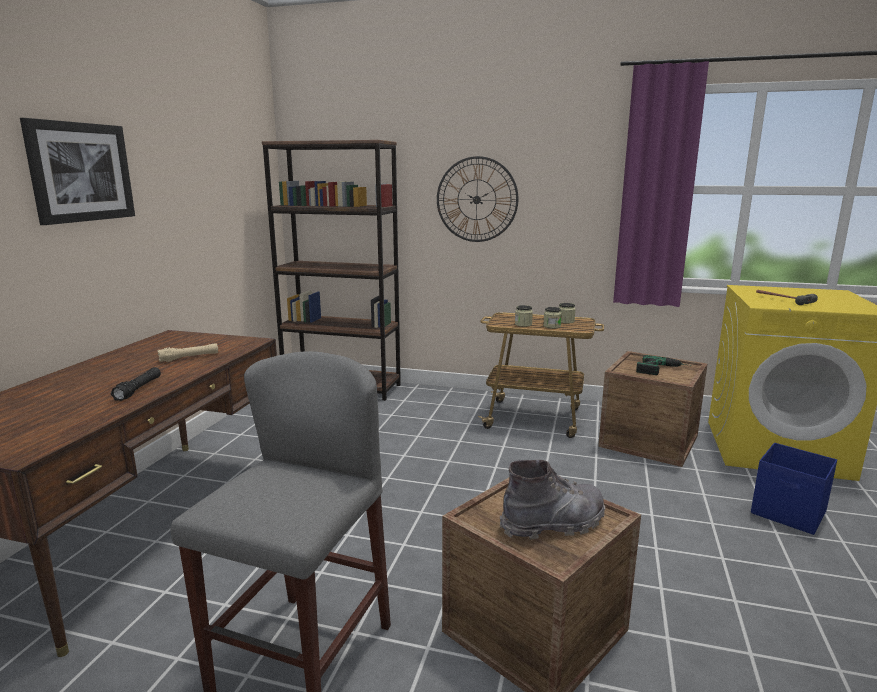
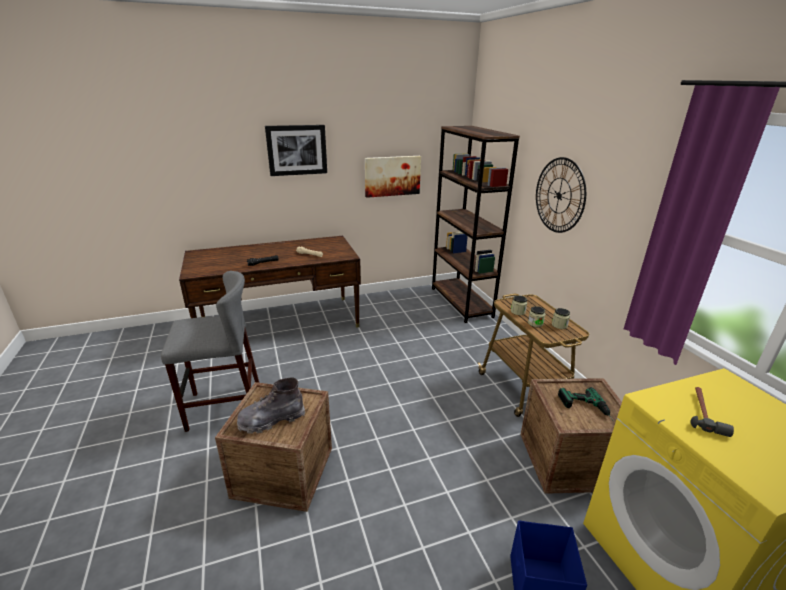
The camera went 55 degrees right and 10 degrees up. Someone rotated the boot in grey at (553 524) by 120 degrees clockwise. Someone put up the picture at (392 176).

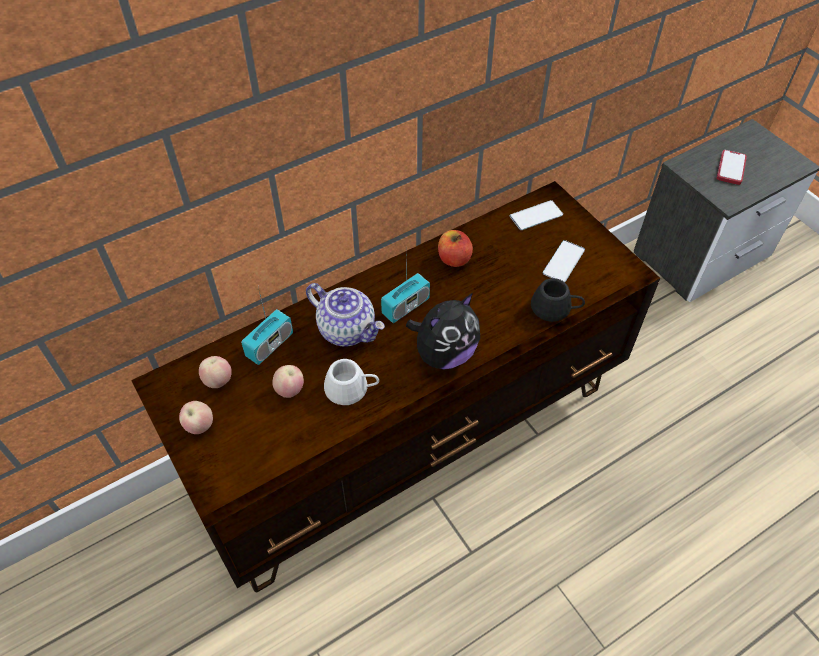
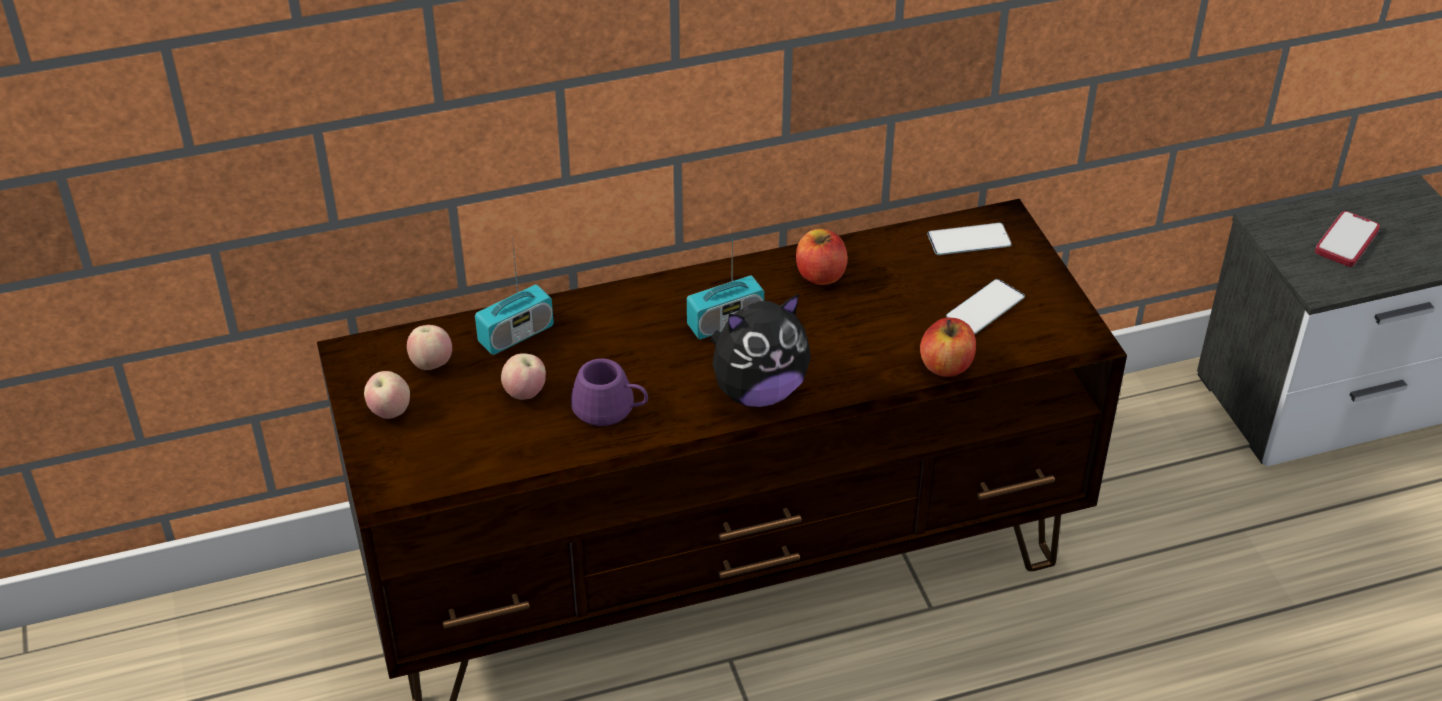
The camera went 15 degrees right and 10 degrees down. Someone swapped the mug in black at (555 309) for the apple at (946 366). Someone took away the teapot at (347 330). Someone repainted the mug in white at (352 389), which became the mug in purple at (611 409).

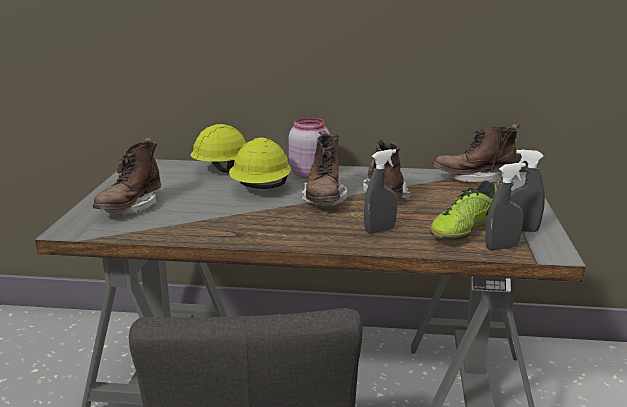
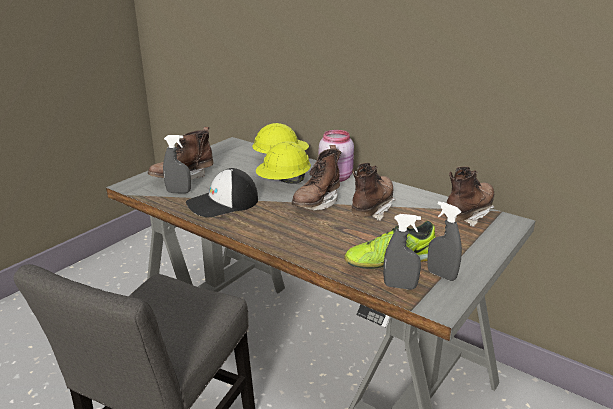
The camera went 30 degrees right and 5 degrees up. Someone rotated the boot in brown at (473 179) by 105 degrees clockwise. Someone carried the spray bottle in grey from (379 230) to (179 192). Someone put down the cap at (222 203).

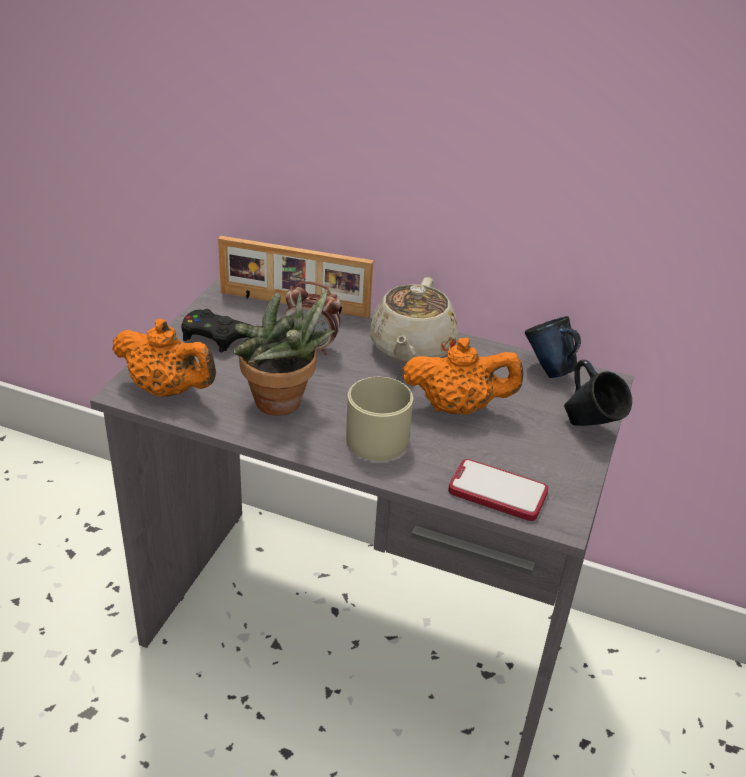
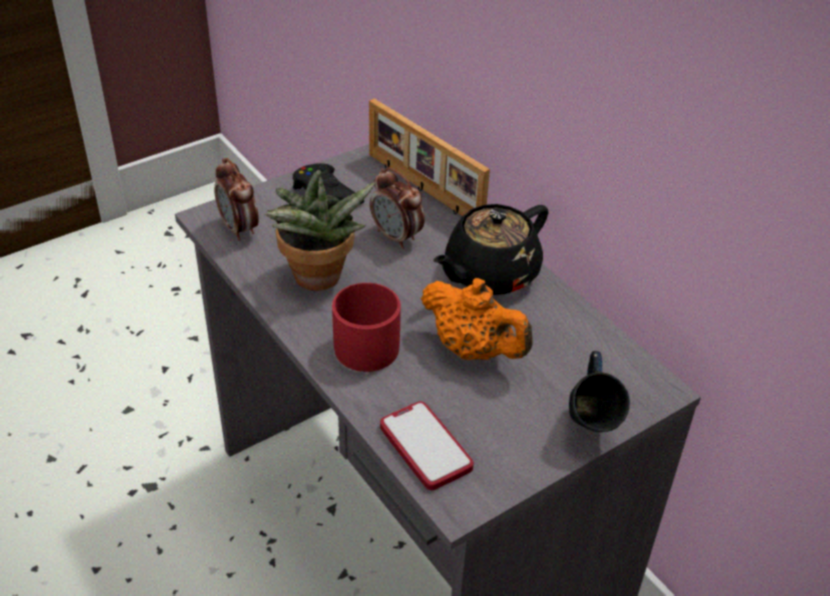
The camera went 35 degrees right and 5 degrees up. Someone repainted the teapot in beige at (411 349), which became the teapot in black at (489 274). Someone took away the mug in blue at (548 371). Someone swapped the teapot in orange at (168 390) for the alarm clock at (239 229). Someone repainted the mug in beige at (374 434), which became the mug in red at (369 342).

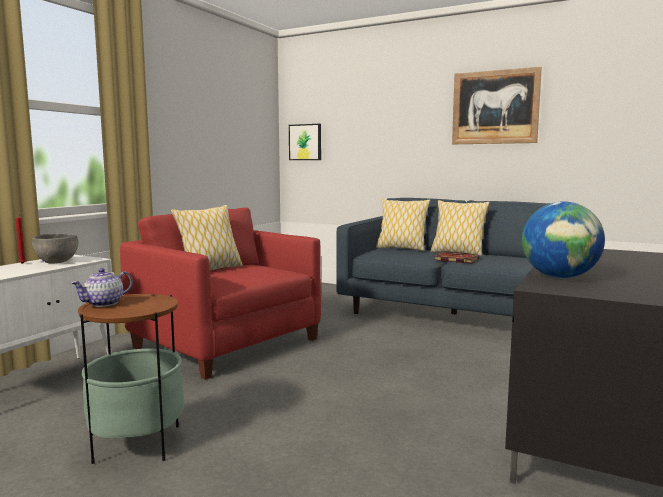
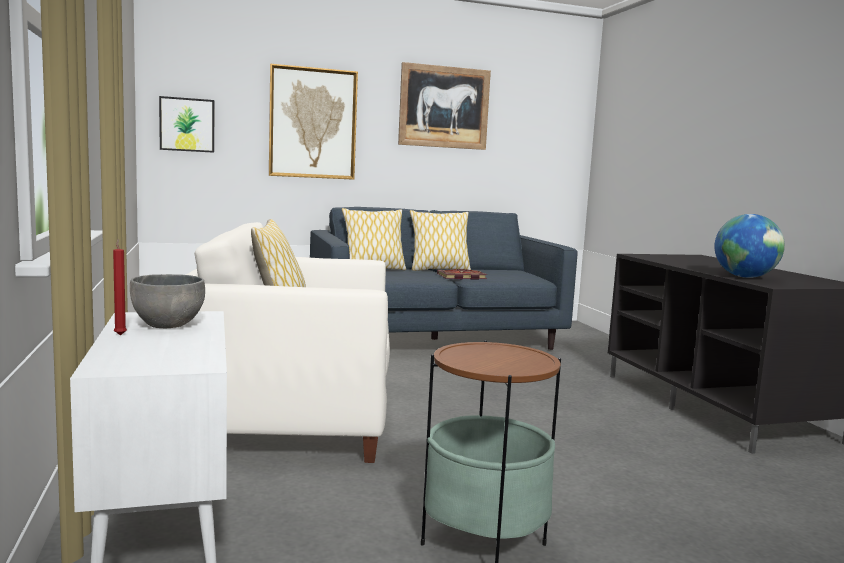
The camera went 45 degrees left and 0 degrees up. Someone repainted the armchair in red at (226 343), which became the armchair in white at (290 420). Someone took away the teapot at (104 303). Someone put up the picture at (313 123).

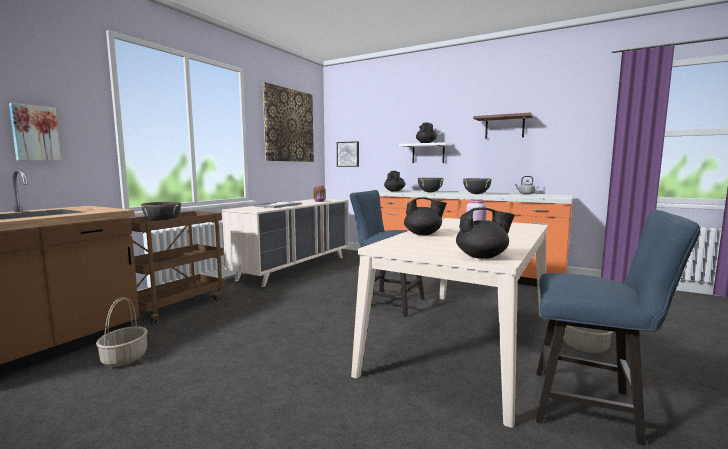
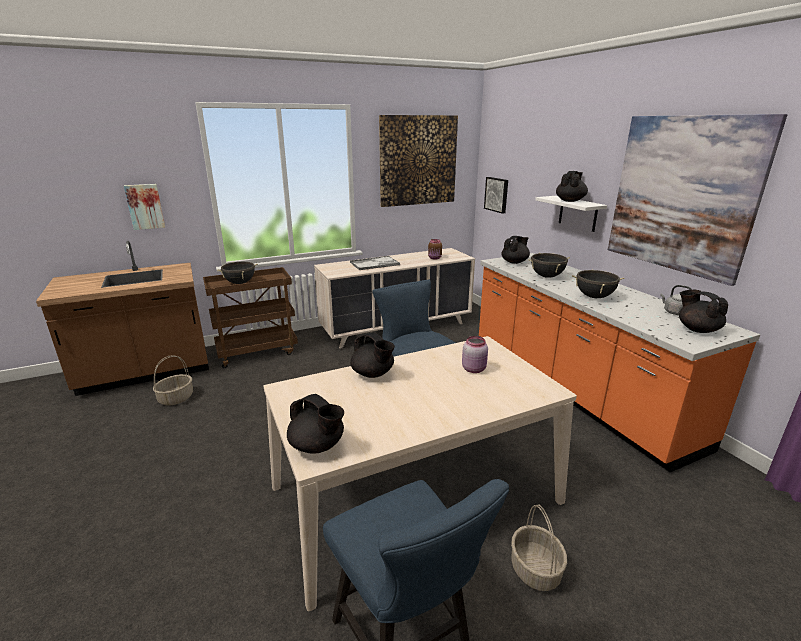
The camera went 35 degrees right and 15 degrees up. Someone swapped the shelf in brown at (504 127) for the picture at (682 195). Someone put down the teapot in black at (697 329).

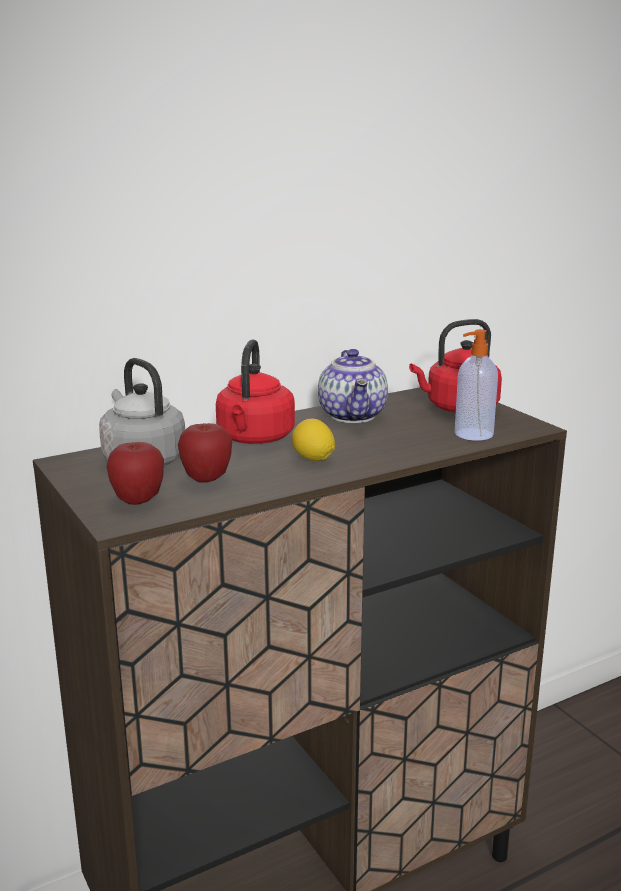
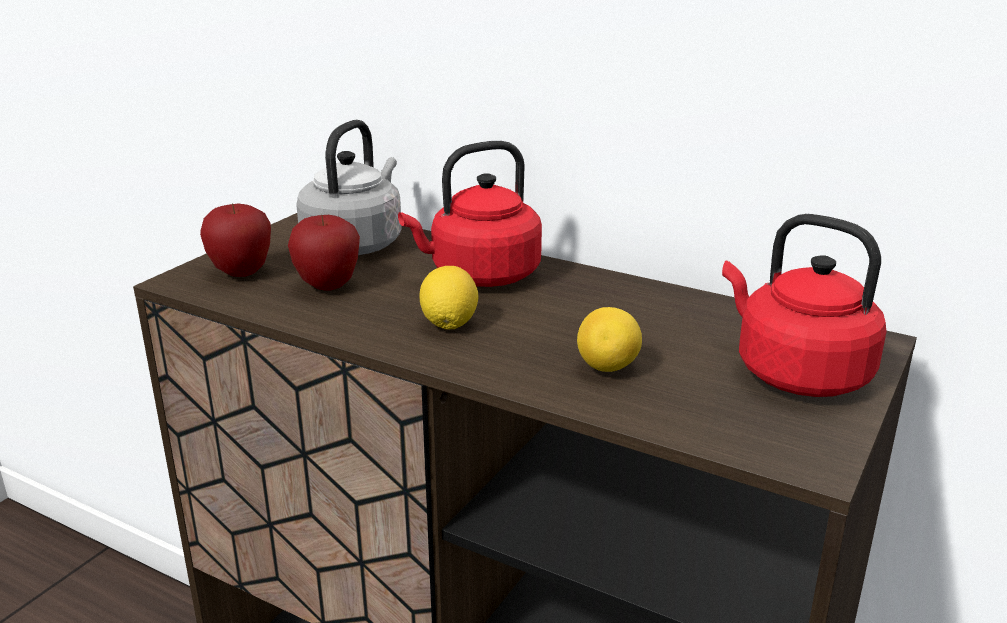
The camera went 60 degrees right and 5 degrees up. Someone took away the soap dispenser at (472 434). Someone took away the teapot at (354 416). Someone put down the lemon at (608 368).

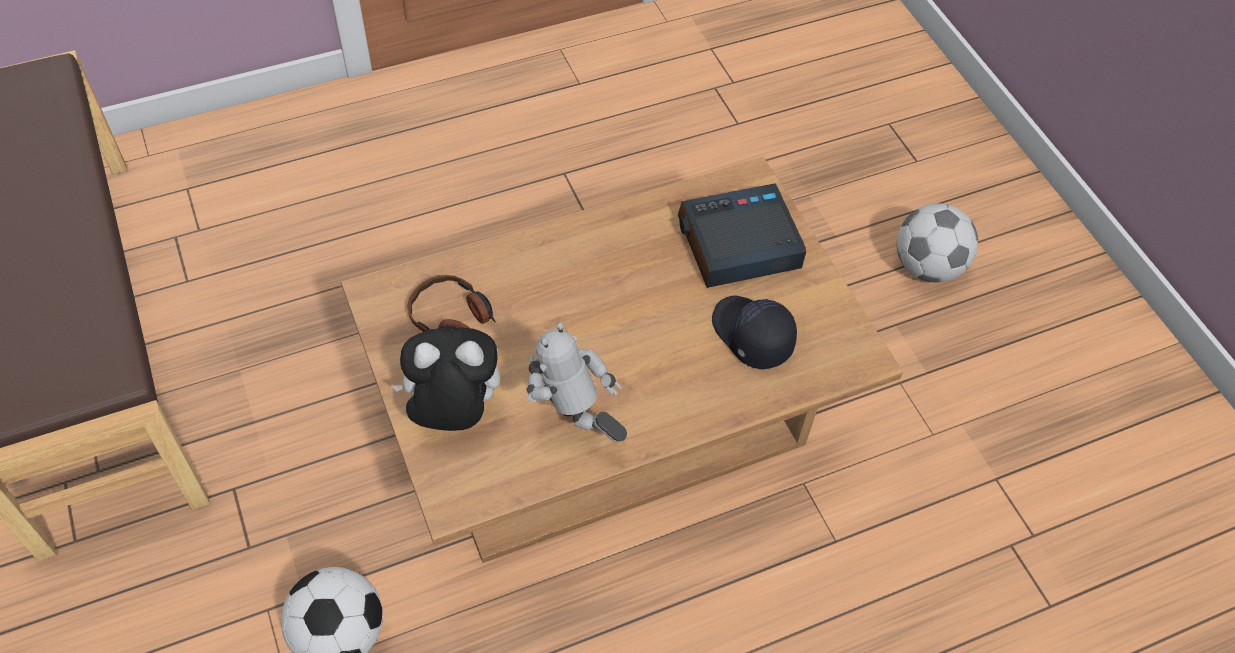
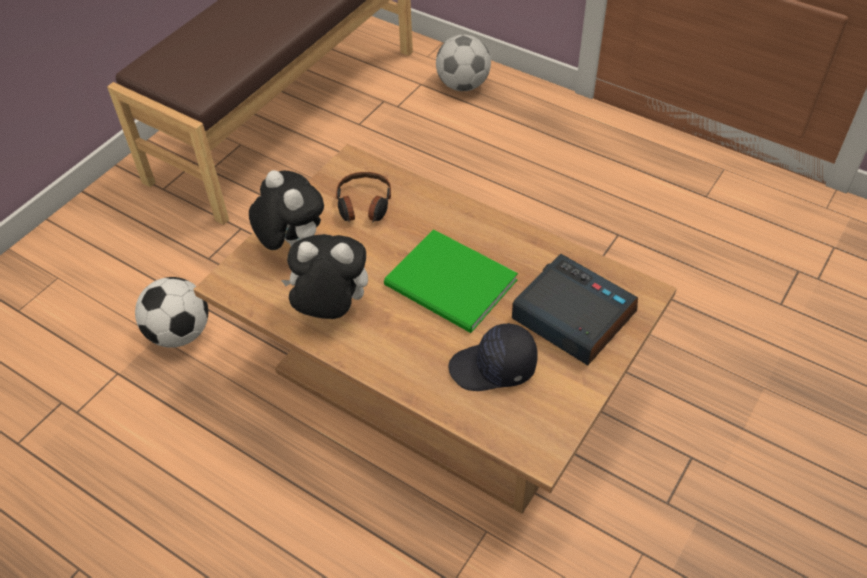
The camera went 60 degrees right and 5 degrees down. Someone carried the football from (927 267) to (463 85). Someone rotated the cap in black at (751 336) by 120 degrees counterclockwise. Someone swapped the toy robot at (574 425) for the plush toy at (330 310). Someone put down the book in green at (452 286).

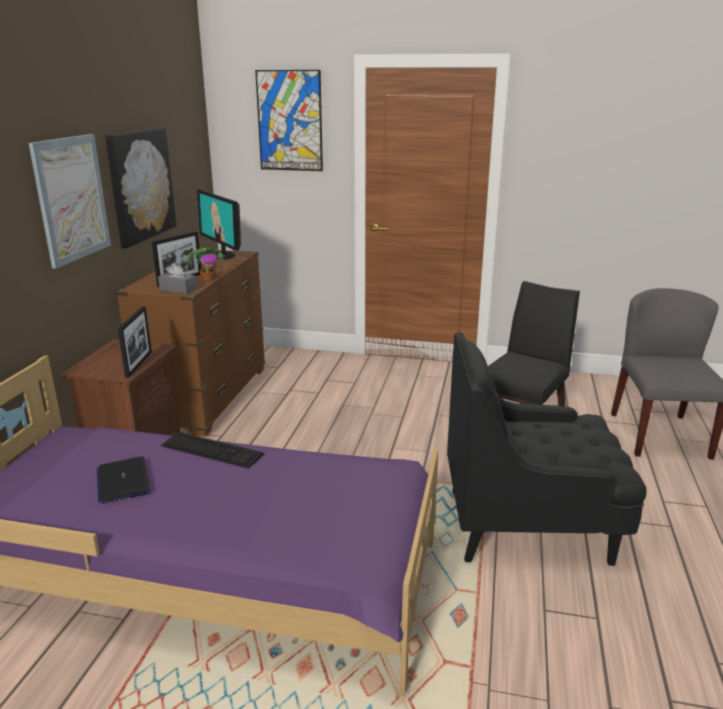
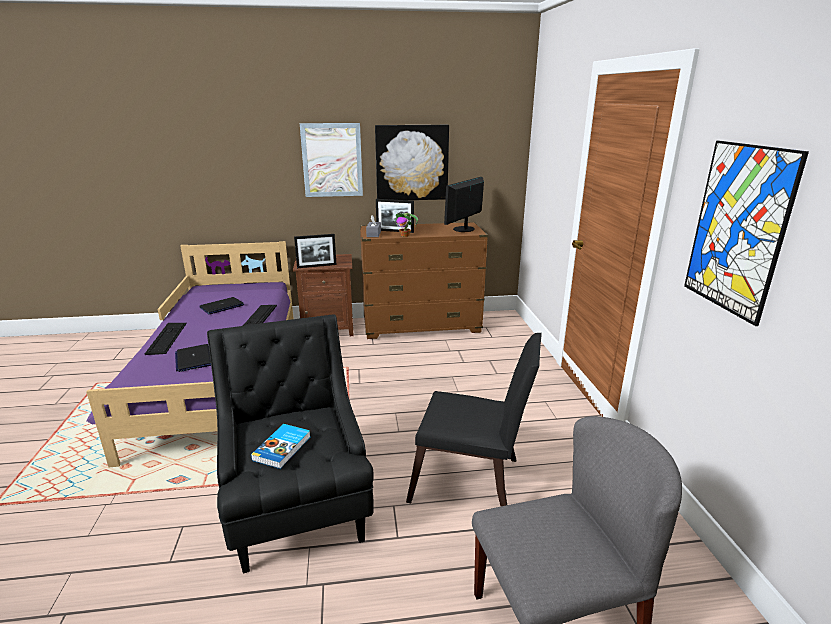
The camera went 70 degrees right and 0 degrees up. Someone carried the picture from (290 121) to (737 229). Someone put down the keyboard at (167 338). Someone put down the laptop at (193 359). Someone put down the book at (283 448).

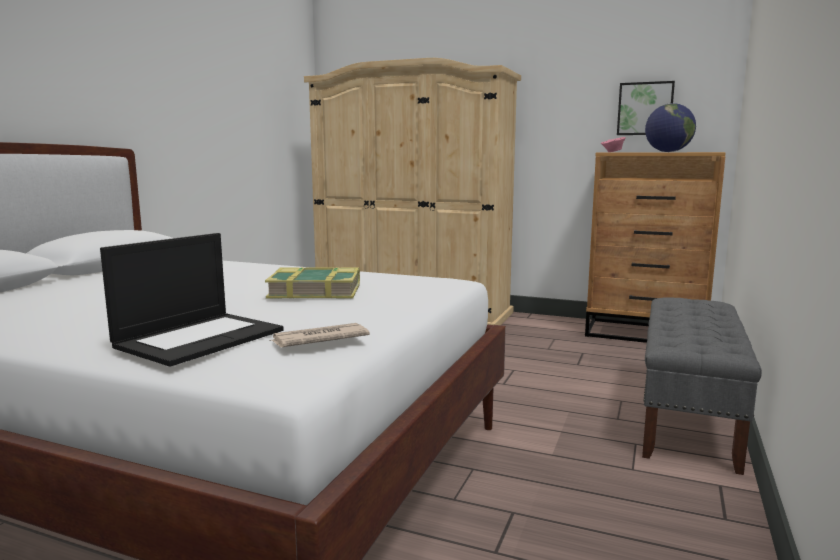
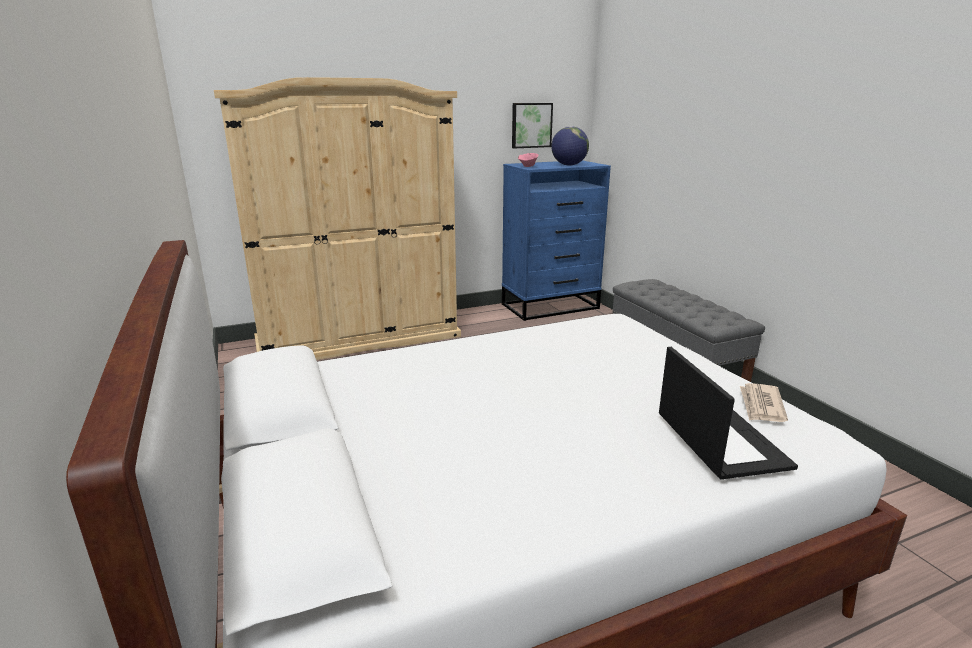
The camera went 45 degrees left and 10 degrees up. Someone repainted the dresser in brown at (645 333), which became the dresser in blue at (551 306). Someone took away the book at (315 291).

